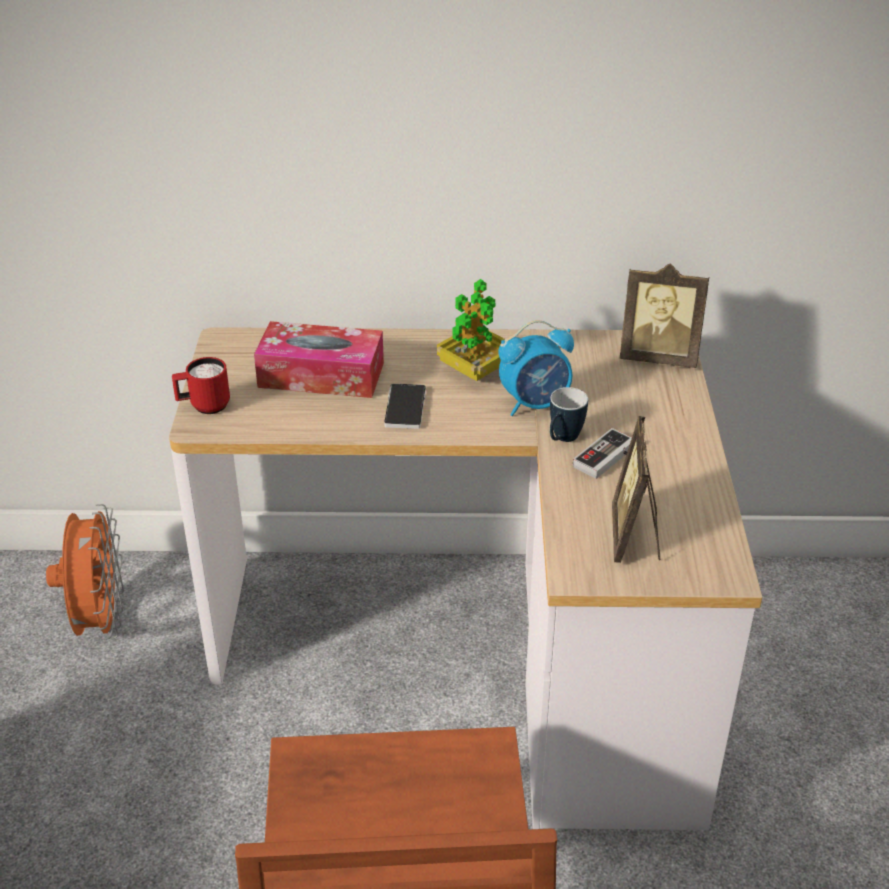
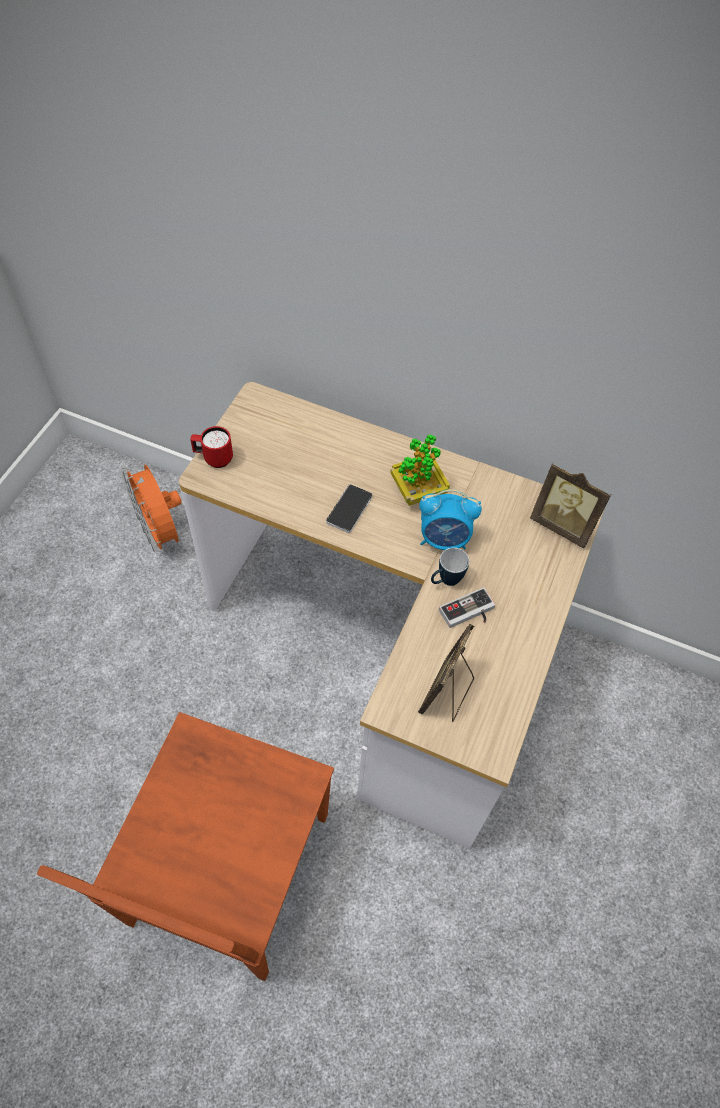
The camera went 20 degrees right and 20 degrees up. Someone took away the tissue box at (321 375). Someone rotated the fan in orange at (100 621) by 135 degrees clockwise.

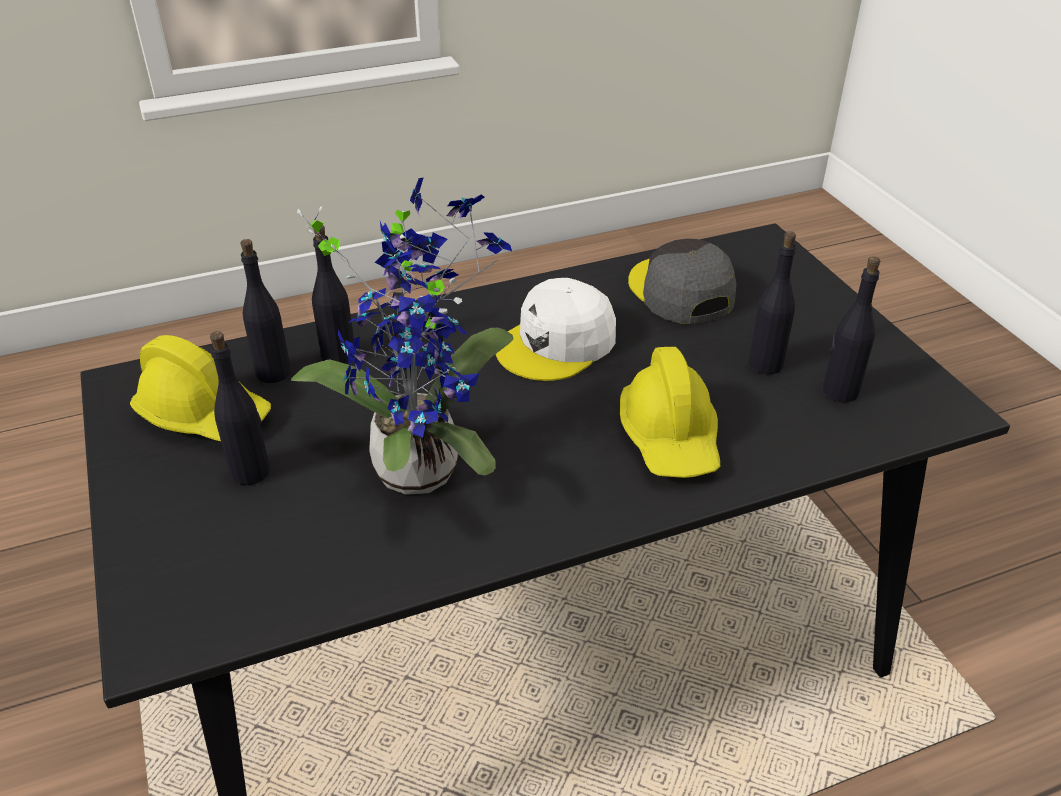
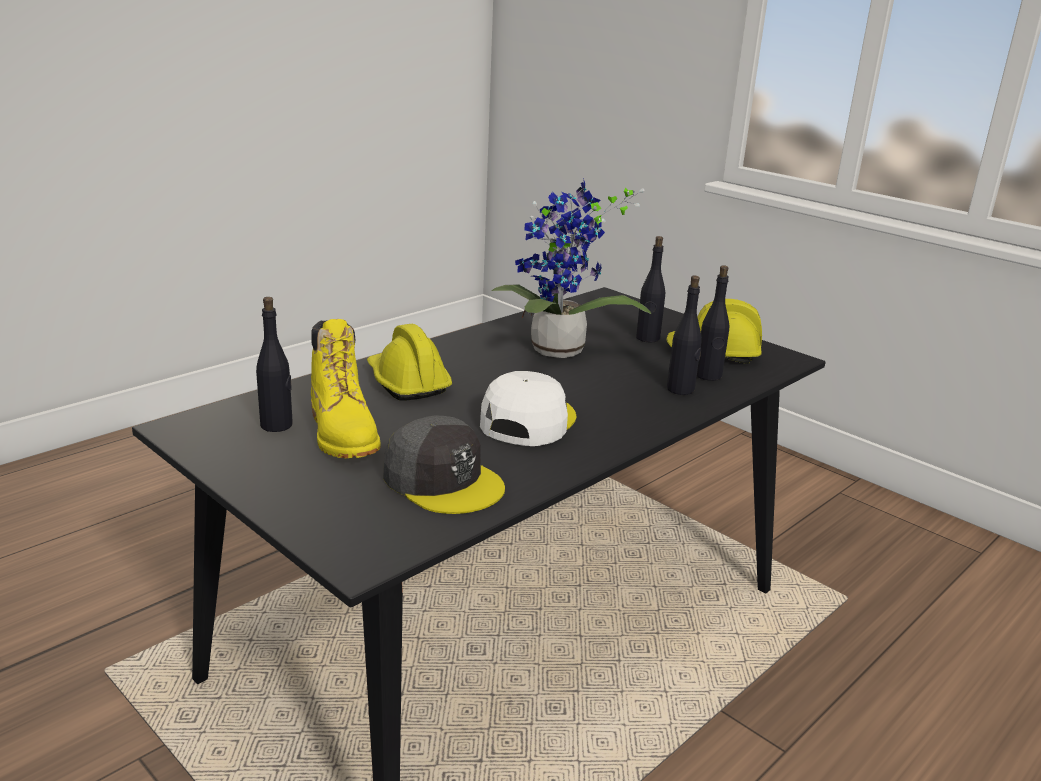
The camera went 155 degrees right and 15 degrees down. Someone swapped the bottle in black at (765 363) for the boot in yellow at (343 434).

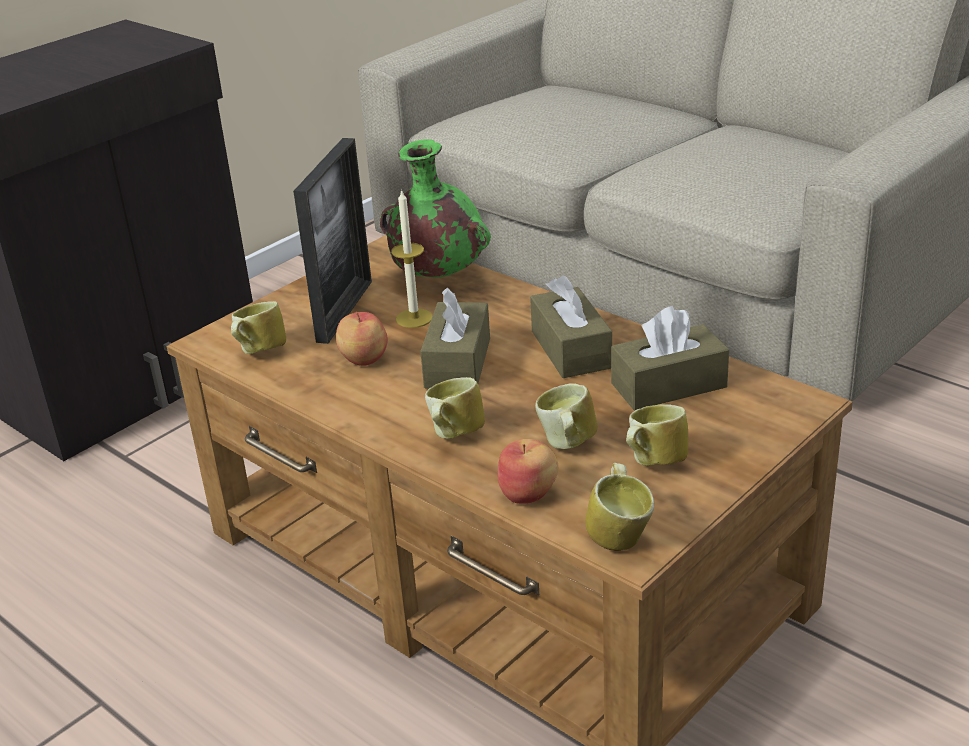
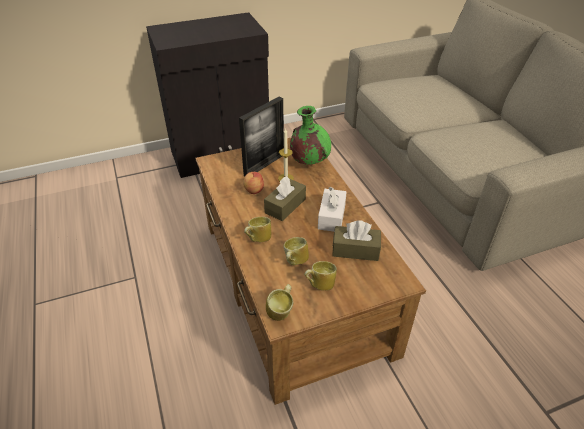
The camera went 25 degrees right and 10 degrees up. Someone repainted the tissue box in brown at (571 349), which became the tissue box in white at (331 216). Someone took away the mug at (259 353). Someone took away the apple at (528 493).

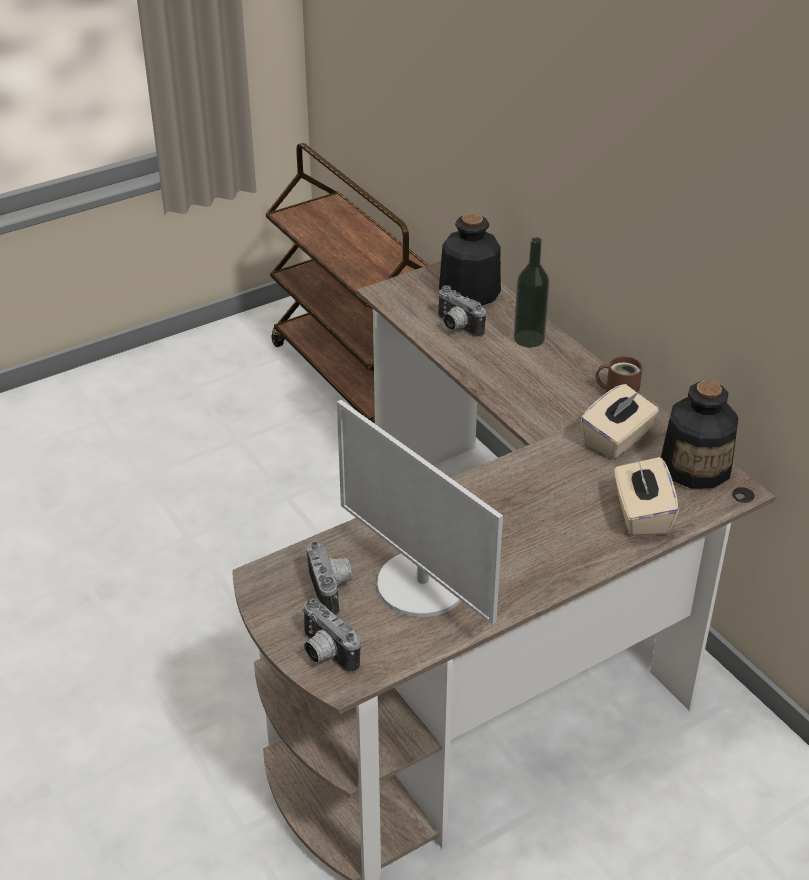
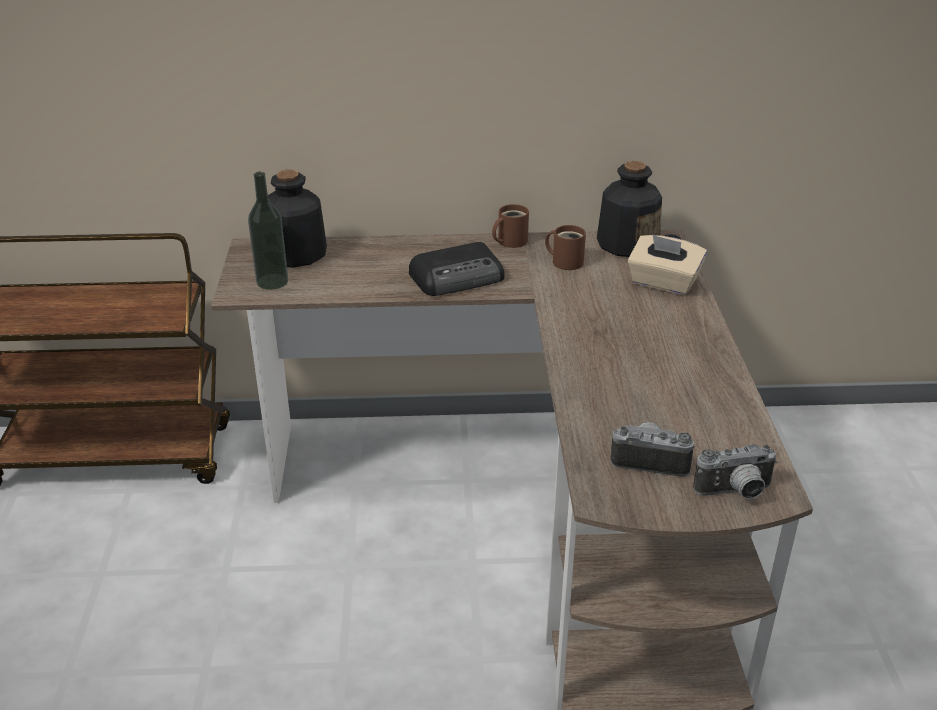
The camera went 60 degrees left and 5 degrees down. Someone carried the bottle from (529 338) to (272 281). Someone took away the photo camera at (456 328). Someone swapped the tissue box in beige at (617 440) for the mug in brown at (565 261). Someone took away the monitor at (422 585). Someone put down the radio at (459 277).

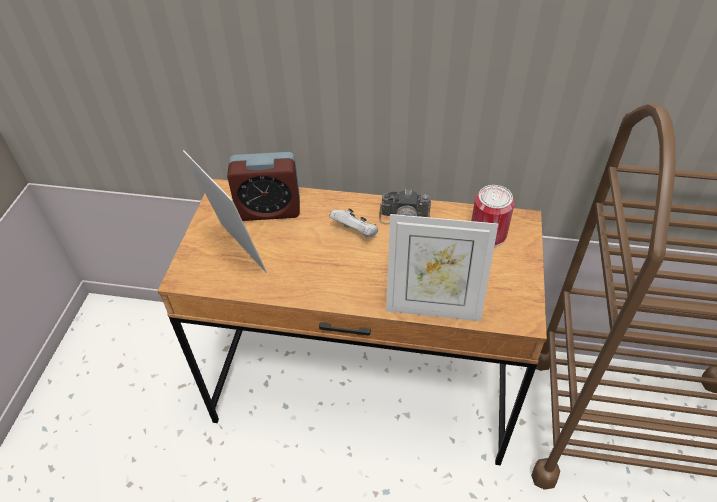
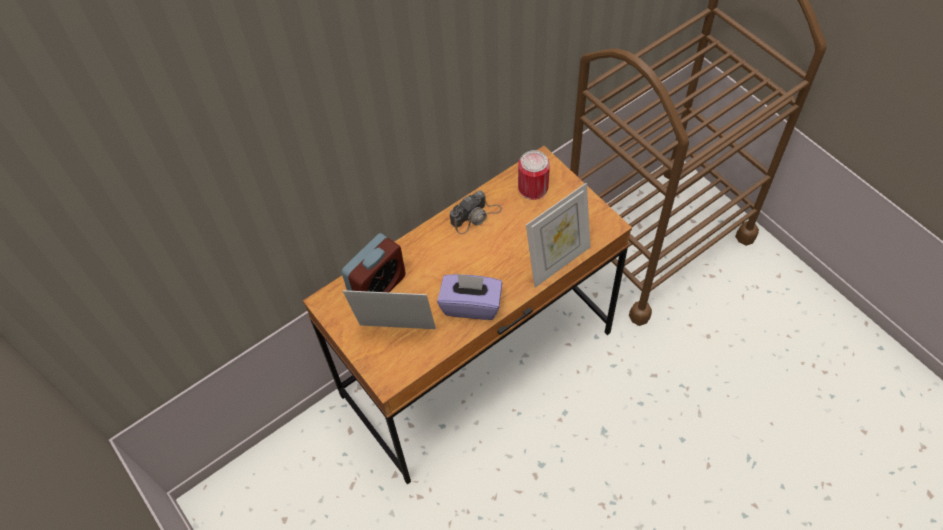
The camera went 45 degrees left and 10 degrees up. Someone took away the game controller in white at (356 233). Someone put down the tissue box in purple at (471 305).

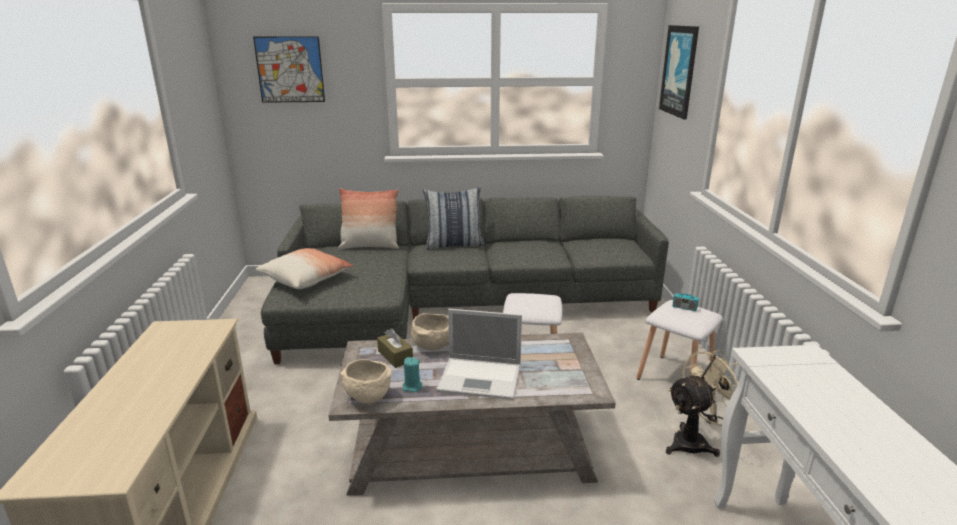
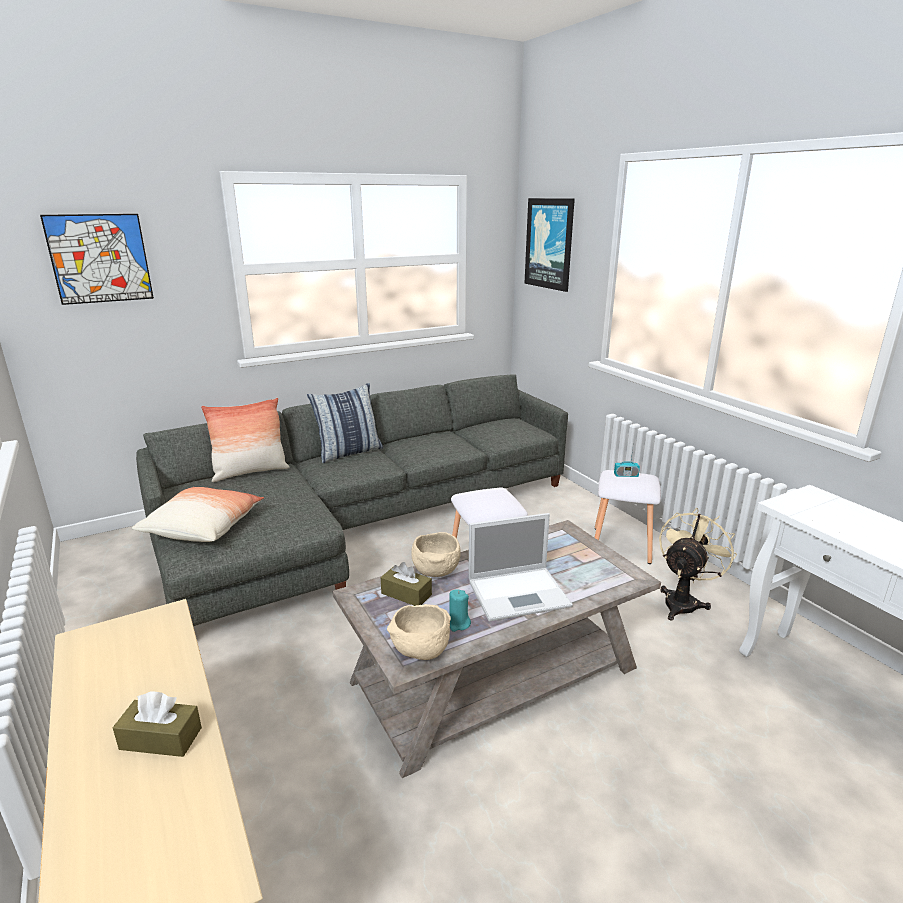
The camera went 25 degrees left and 0 degrees up. Someone put down the tissue box in brown at (161 738).

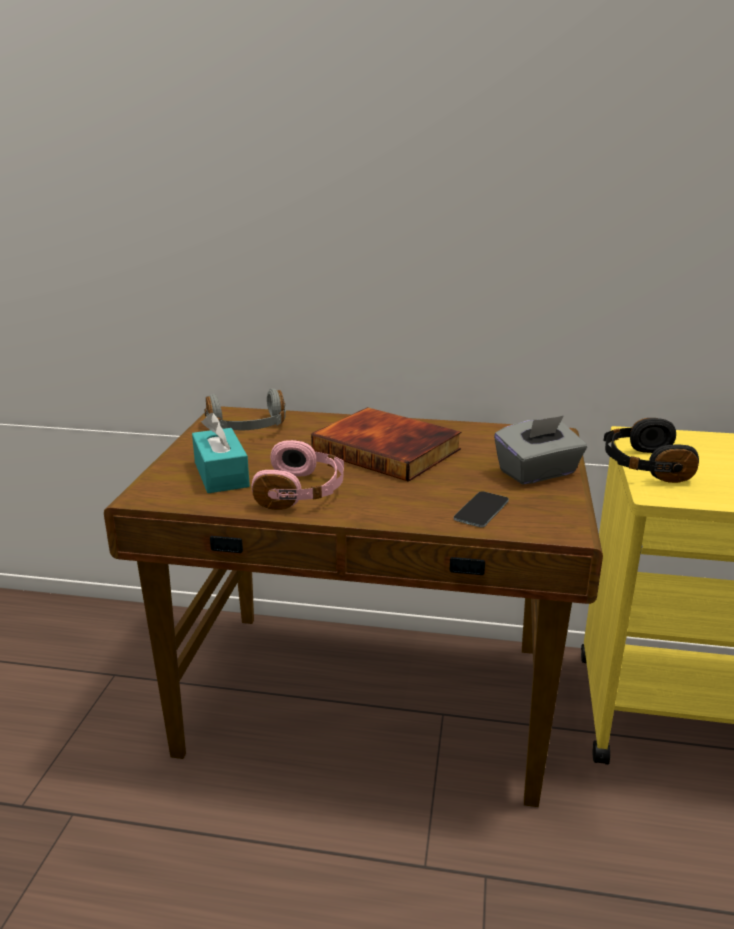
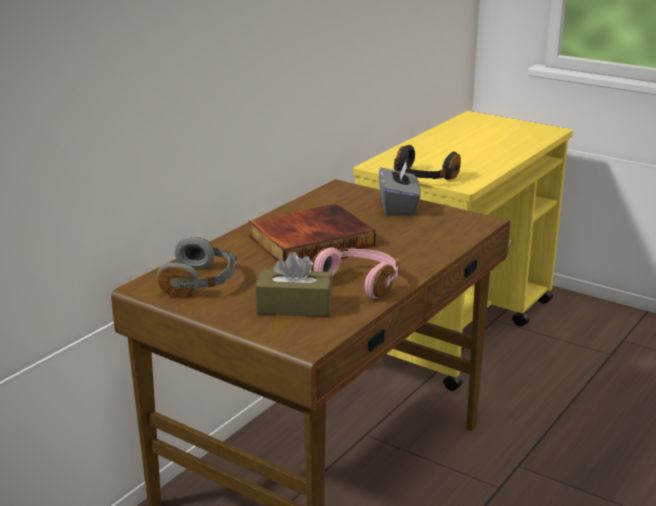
The camera went 65 degrees left and 0 degrees up. Someone repainted the tissue box in turquoise at (221 474), which became the tissue box in brown at (294 307). Someone took away the phone at (481 510).

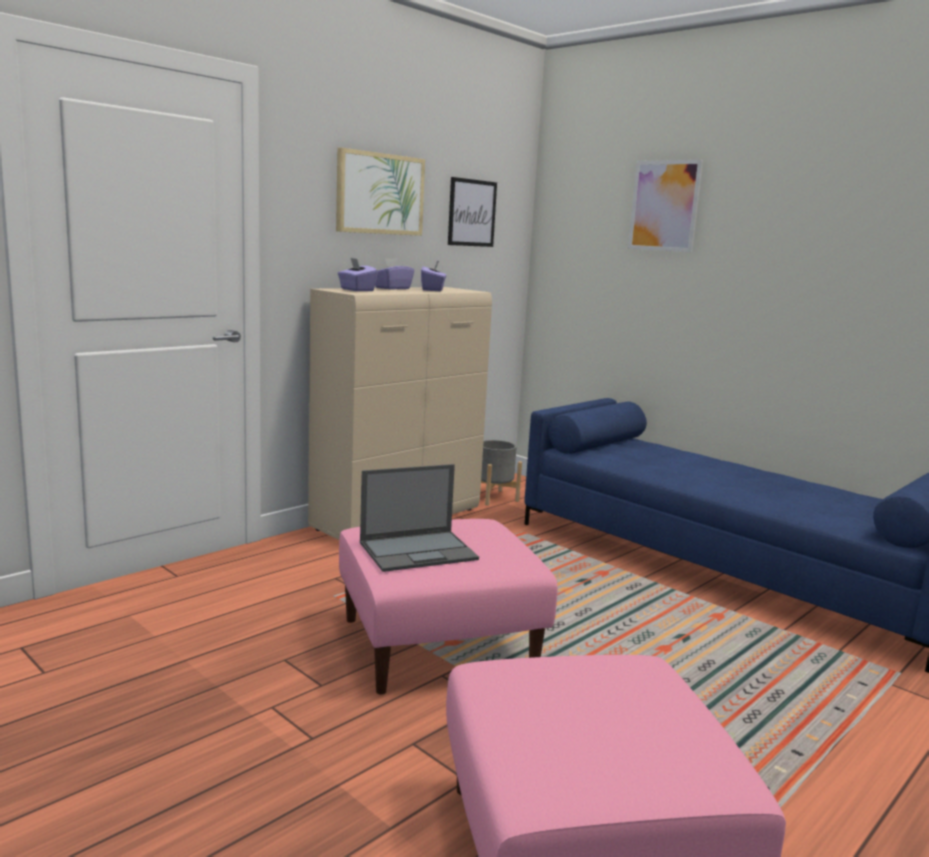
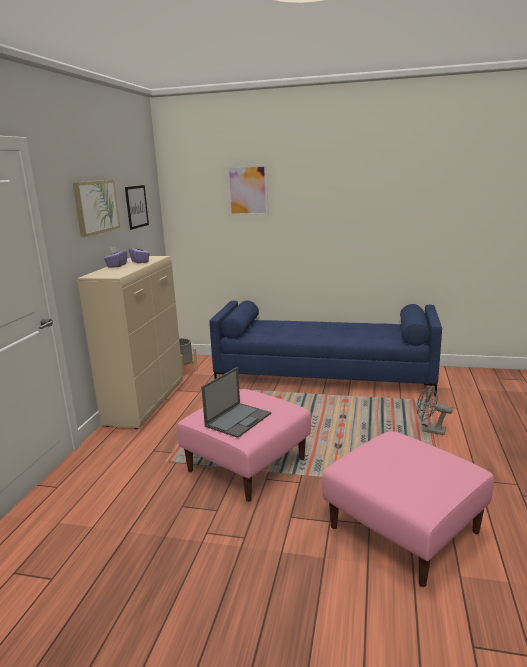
The camera went 30 degrees left and 5 degrees up. Someone took away the tissue box in purple at (356 290). Someone put down the fan in grey at (429 430).

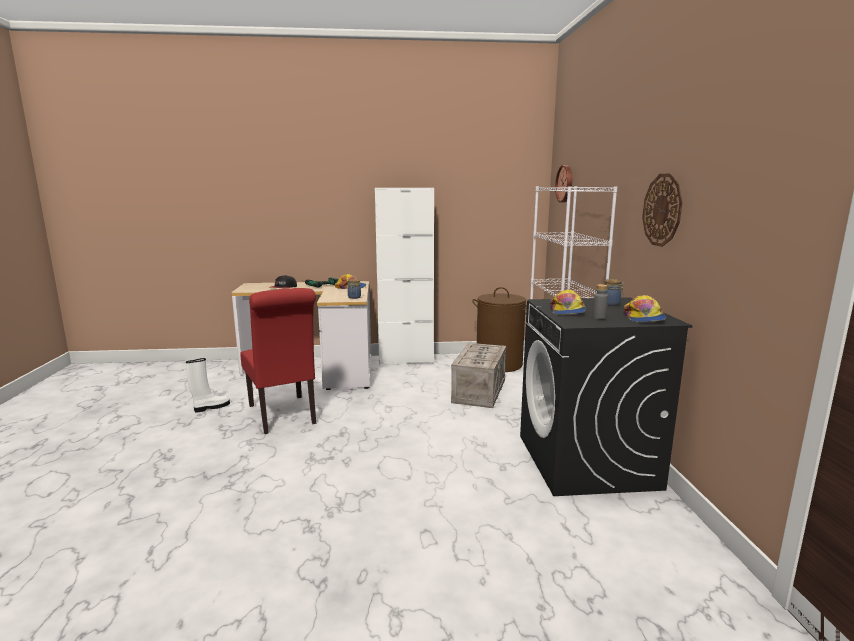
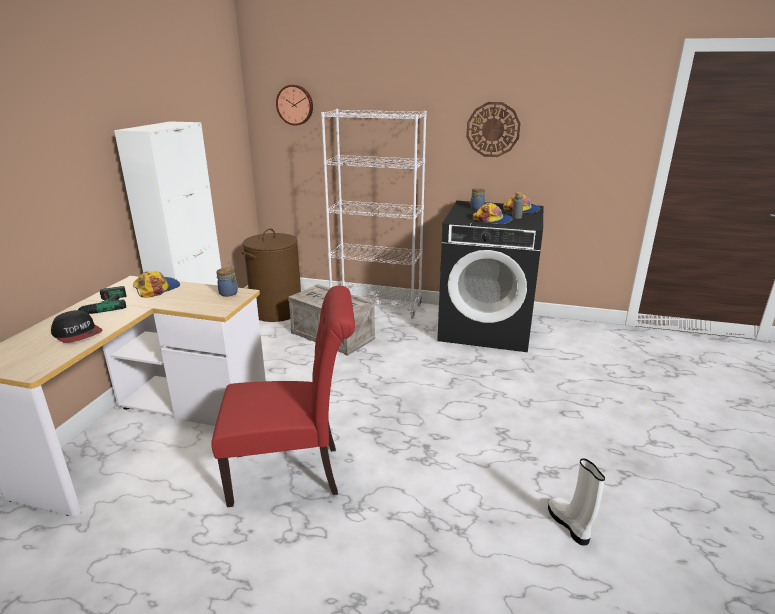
The camera went 70 degrees left and 10 degrees up. Someone carried the boot in white from (211 407) to (569 525).

